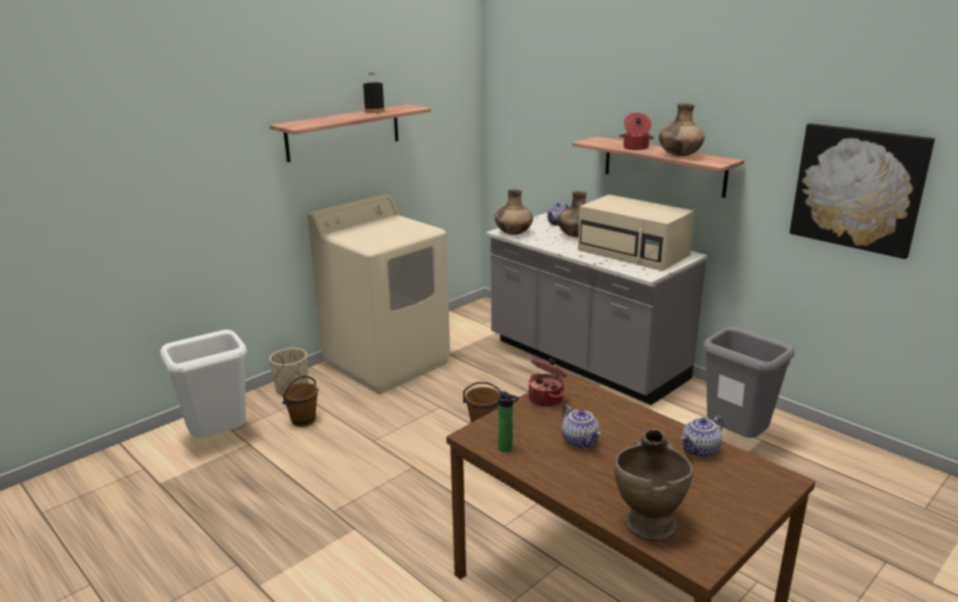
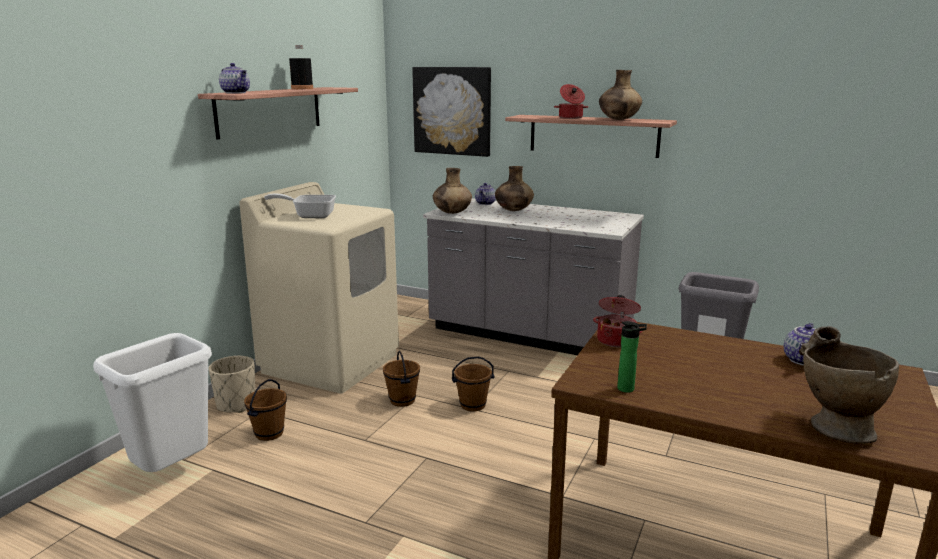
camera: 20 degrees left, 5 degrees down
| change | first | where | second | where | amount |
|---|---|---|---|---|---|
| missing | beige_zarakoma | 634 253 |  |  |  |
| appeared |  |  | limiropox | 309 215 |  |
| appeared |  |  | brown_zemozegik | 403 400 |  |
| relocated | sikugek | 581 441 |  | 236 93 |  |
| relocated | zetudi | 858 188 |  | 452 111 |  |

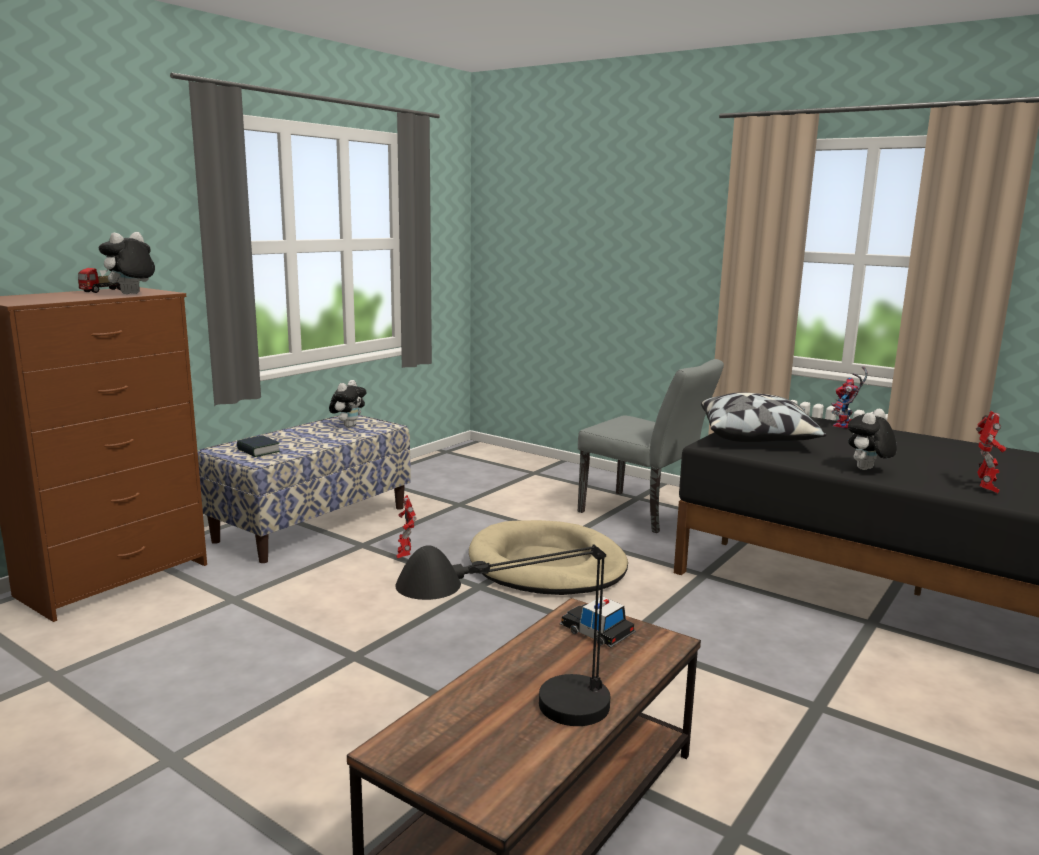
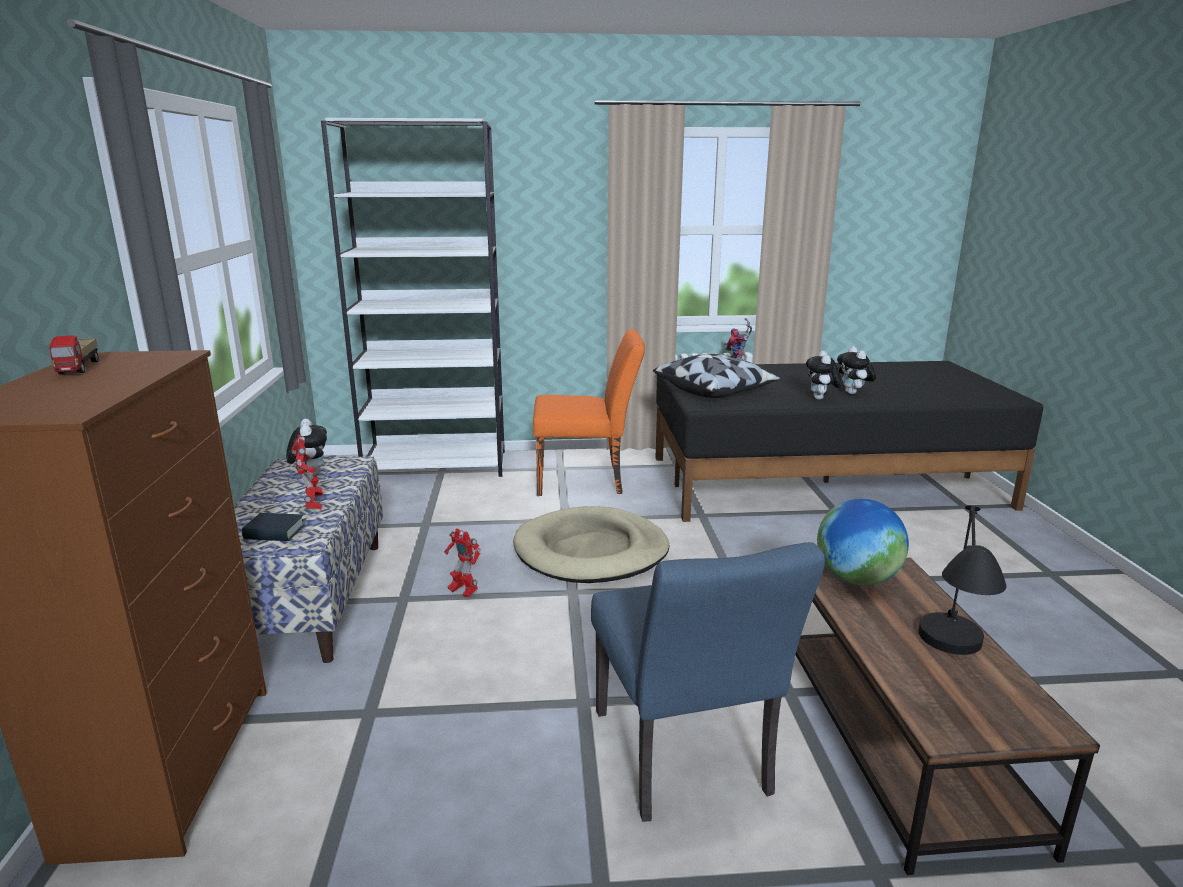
camera: 40 degrees left, 5 degrees up
| change | first | where | second | where | amount |
|---|---|---|---|---|---|
| appeared |  |  | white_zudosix | 437 465 |  |
| appeared |  |  | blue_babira | 685 762 |  |
| relocated | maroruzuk | 131 294 |  | 853 393 |  |
| relocated | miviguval | 985 488 |  | 313 505 |  |
| exchanged | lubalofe | 597 631 | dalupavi | 857 580 |  |
| colour | grey_babira | 643 514 | orange_babira | 587 481 |  |

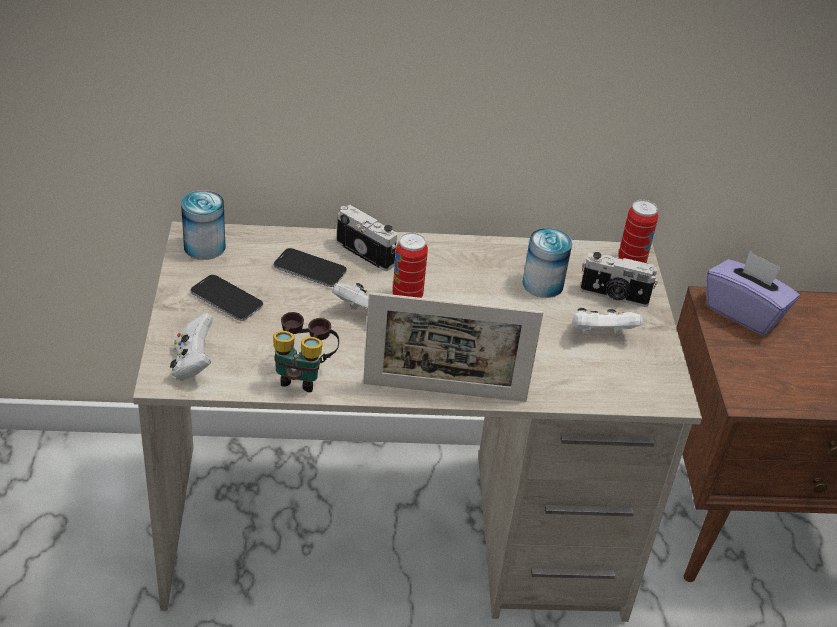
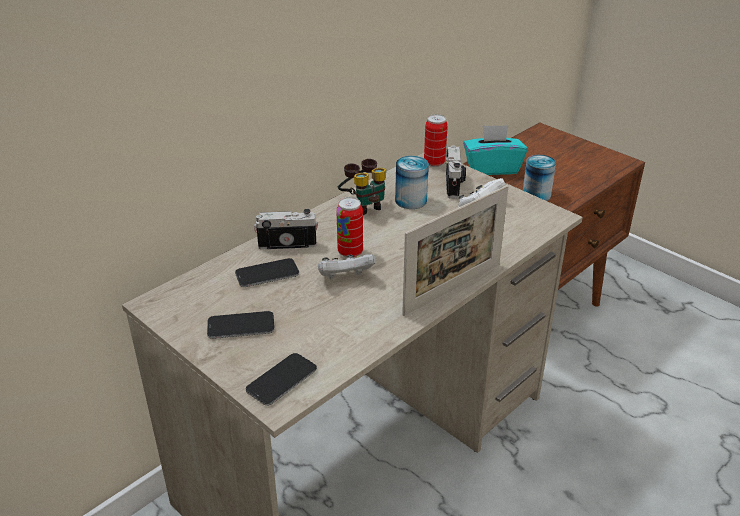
camera: 40 degrees left, 5 degrees down
| change | first | where | second | where | amount |
|---|---|---|---|---|---|
| relocated | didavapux | 204 247 |  | 536 194 |  |
| relocated | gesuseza | 302 374 |  | 364 206 |  |
| exchanged | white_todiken | 193 363 | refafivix | 281 380 |  |
| colour | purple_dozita | 744 312 | turquoise_dozita | 492 168 |  |
| spun | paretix | 614 296 |  | 454 185 | 60 degrees counterclockwise |

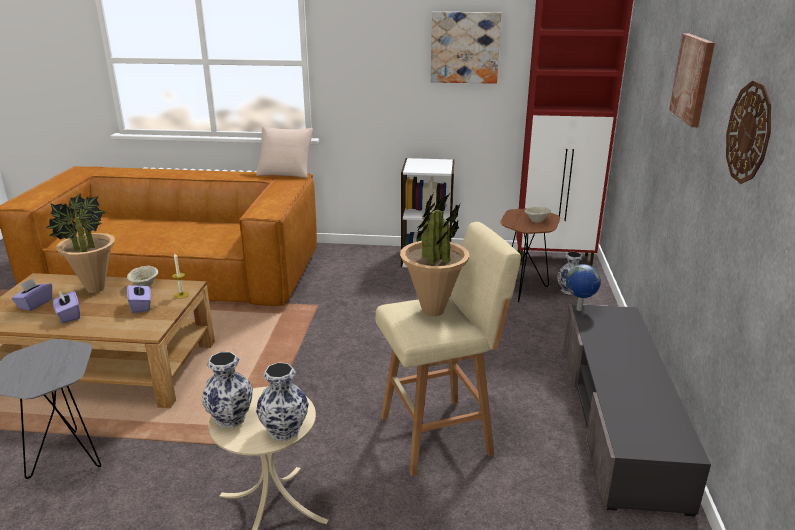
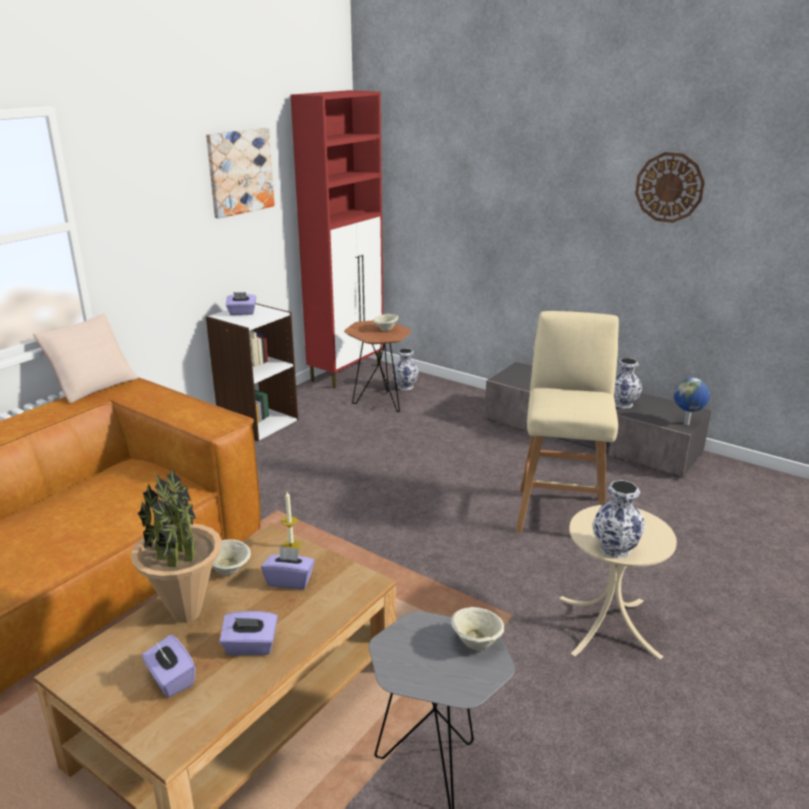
camera: 60 degrees left, 0 degrees up
| change | first | where | second | where | amount |
|---|---|---|---|---|---|
| missing | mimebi | 433 310 |  |  |  |
| missing | zetudi | 693 79 |  |  |  |
| appeared |  |  | purple_dozita | 242 313 |  |
| appeared |  |  | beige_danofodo | 475 643 |  |
| relocated | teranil | 284 430 |  | 622 404 |  |
| relocated | dalupavi | 579 310 |  | 687 424 |  |

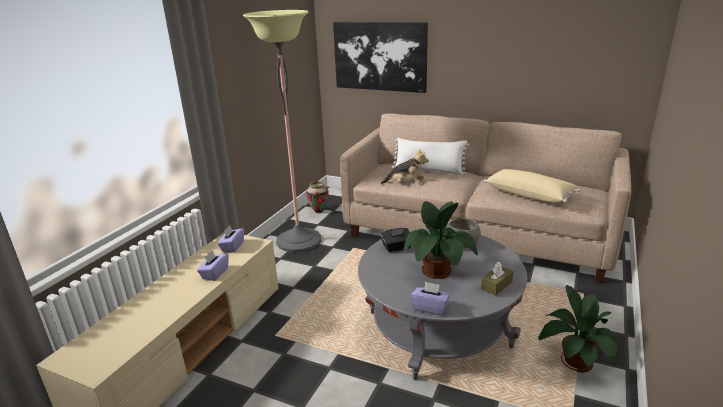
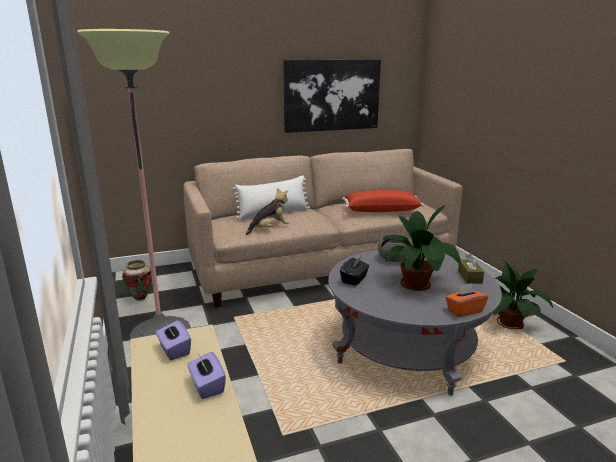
camera: 45 degrees left, 5 degrees down
| change | first | where | second | where | amount |
|---|---|---|---|---|---|
| relocated | zetudi | 380 56 |  | 332 95 |  |
| colour | purple_dozita | 430 308 | orange_dozita | 464 310 |  |
| colour | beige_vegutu | 529 194 | red_vegutu | 381 210 |  |

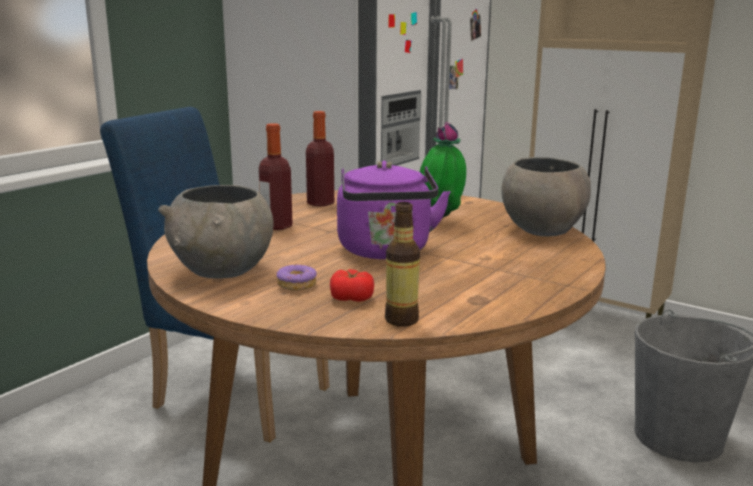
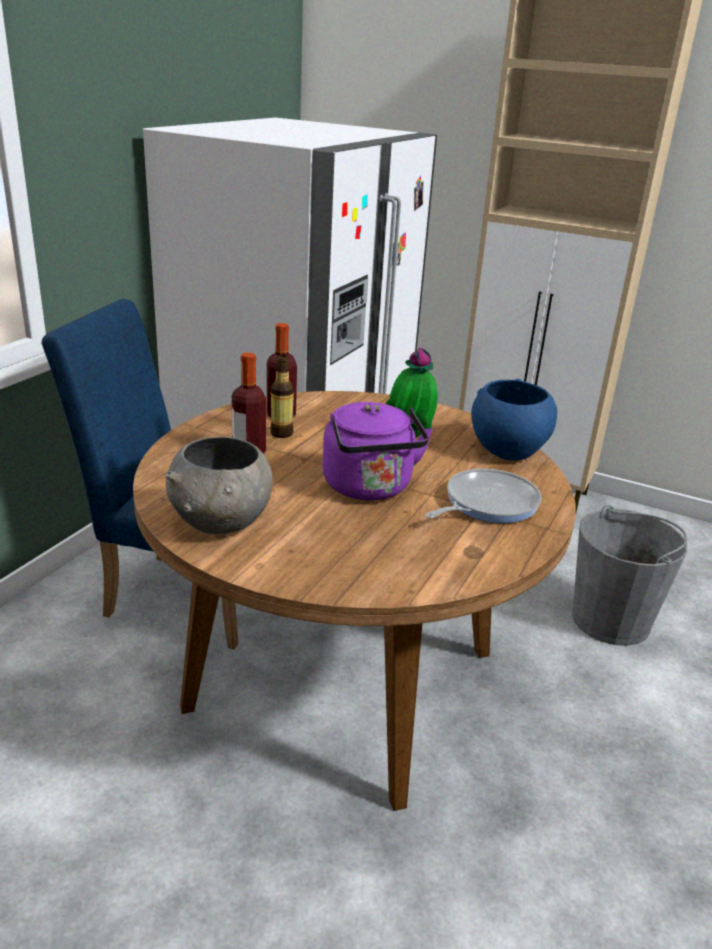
camera: 10 degrees left, 10 degrees up
| change | first | where | second | where | amount |
|---|---|---|---|---|---|
| missing | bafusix | 297 284 |  |  |  |
| missing | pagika | 351 298 |  |  |  |
| appeared |  |  | limiropox | 487 503 |  |
| relocated | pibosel | 401 320 |  | 281 433 |  |
| colour | grey_danofodo | 541 230 | blue_danofodo | 507 451 |  |

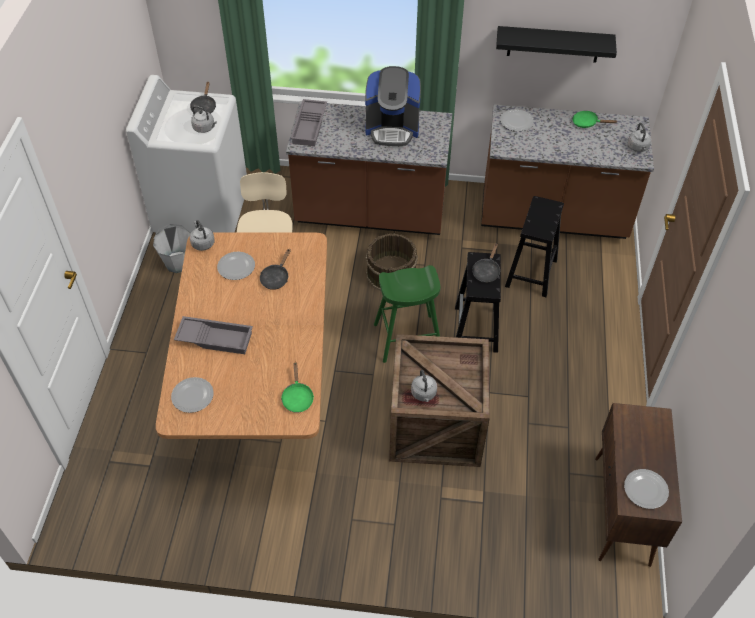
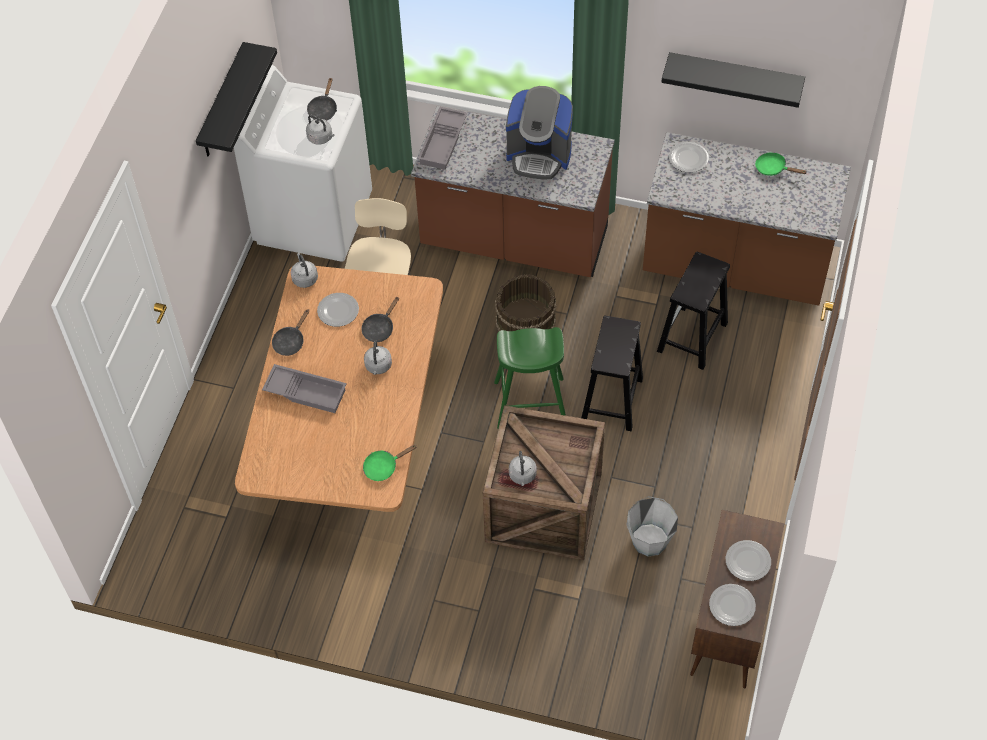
camera: 10 degrees right, 5 degrees up
| change | first | where | second | where | amount |
|---|---|---|---|---|---|
| appeared |  |  | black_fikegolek | 222 103 |  |
| relocated | grey_zemozegik | 178 262 |  | 649 540 |  |
| relocated | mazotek | 192 396 |  | 747 562 |  |
| relocated | black_limiropox | 486 271 |  | 290 341 |  |
| relocated | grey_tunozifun | 638 148 |  | 378 367 |  |
| spun | green_limiropox | 297 397 |  | 383 467 | 60 degrees clockwise |

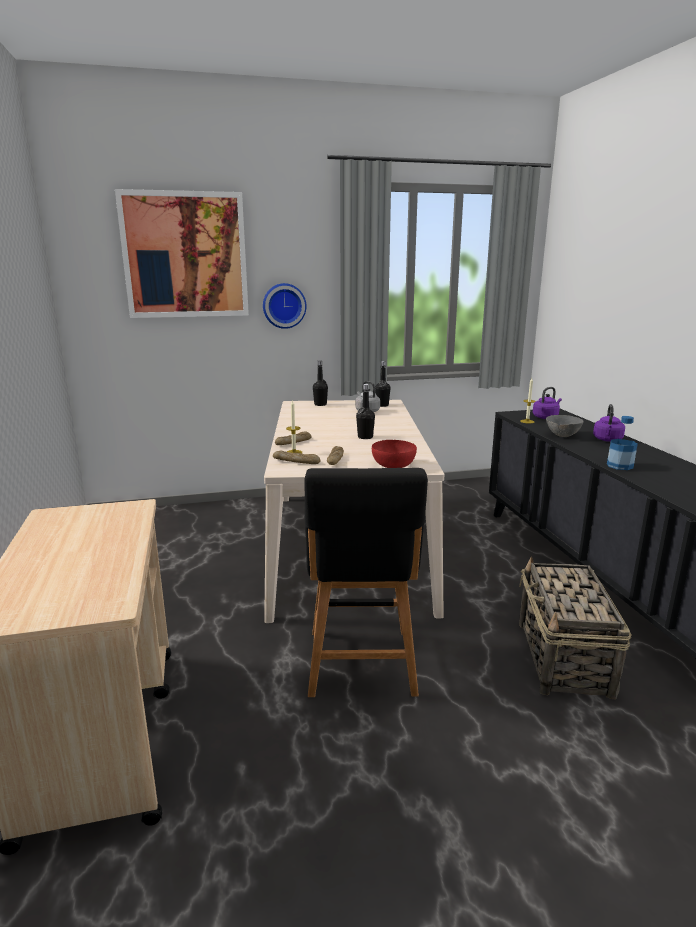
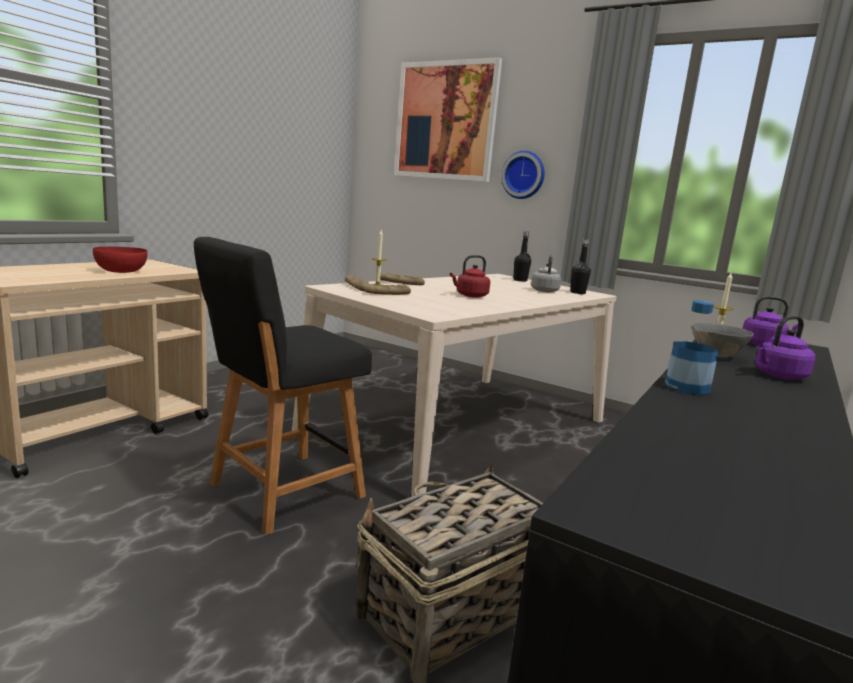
camera: 45 degrees right, 5 degrees down
| change | first | where | second | where | amount |
|---|---|---|---|---|---|
| relocated | red_danofodo | 393 465 |  | 121 271 |  |
| exchanged | black_pibosel | 365 437 | red_tunozifun | 470 296 |  |

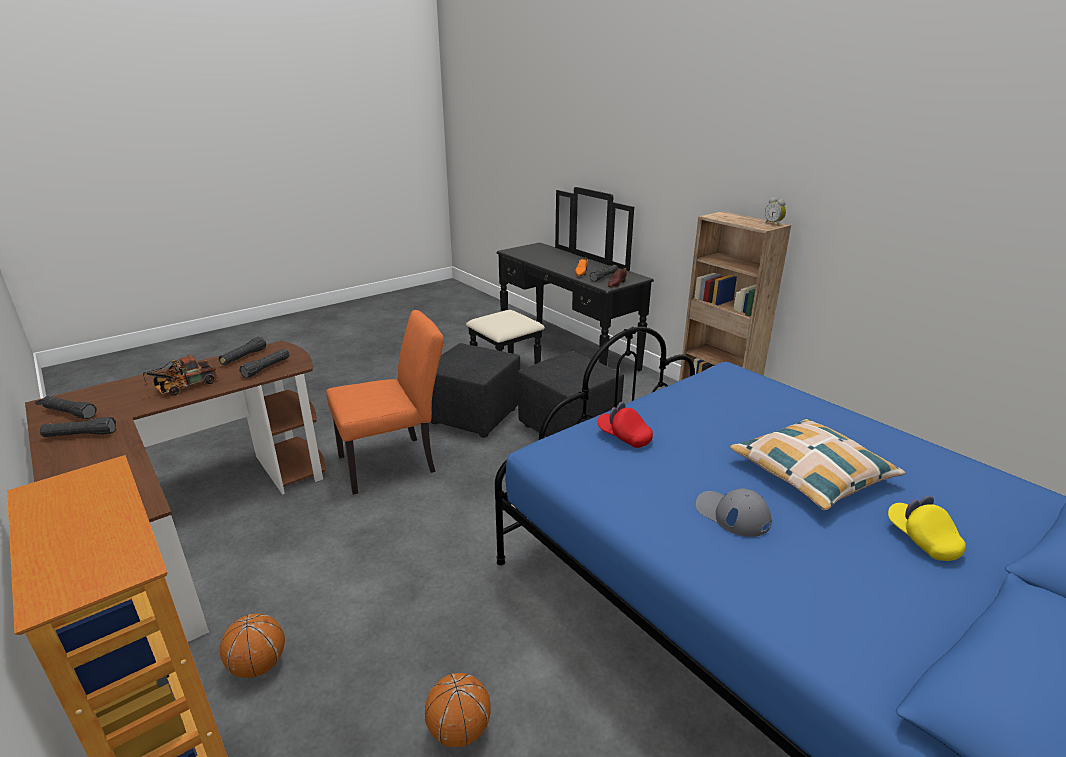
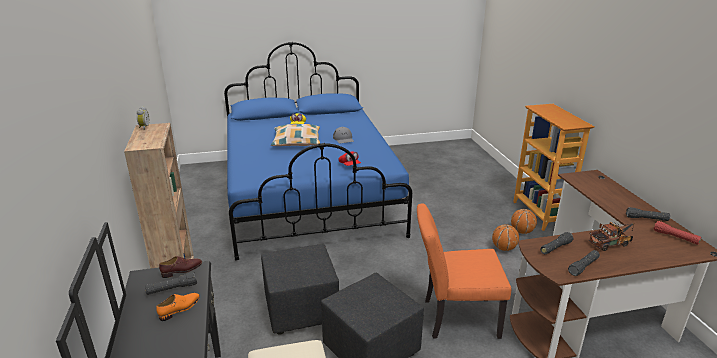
camera: 155 degrees left, 0 degrees up
| change | first | where | second | where | amount |
|---|---|---|---|---|---|
| relocated | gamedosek | 459 730 |  | 503 248 |  |
| colour | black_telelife | 70 413 | red_telelife | 675 237 |  |

